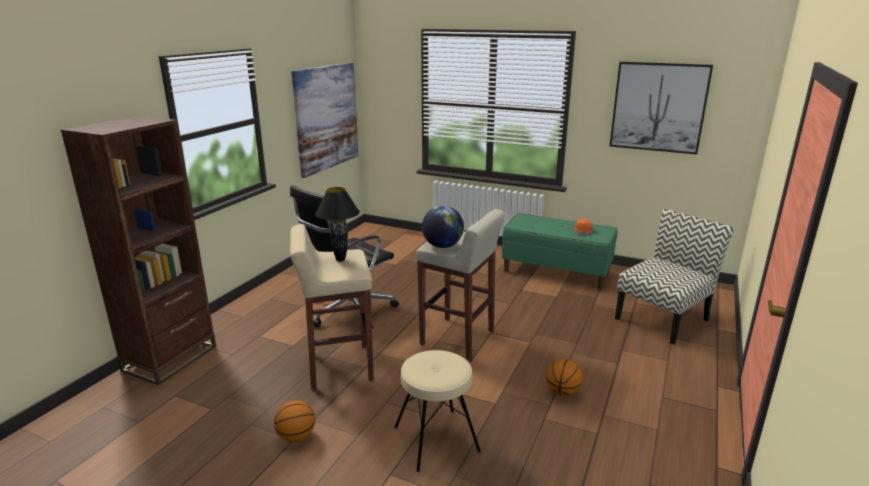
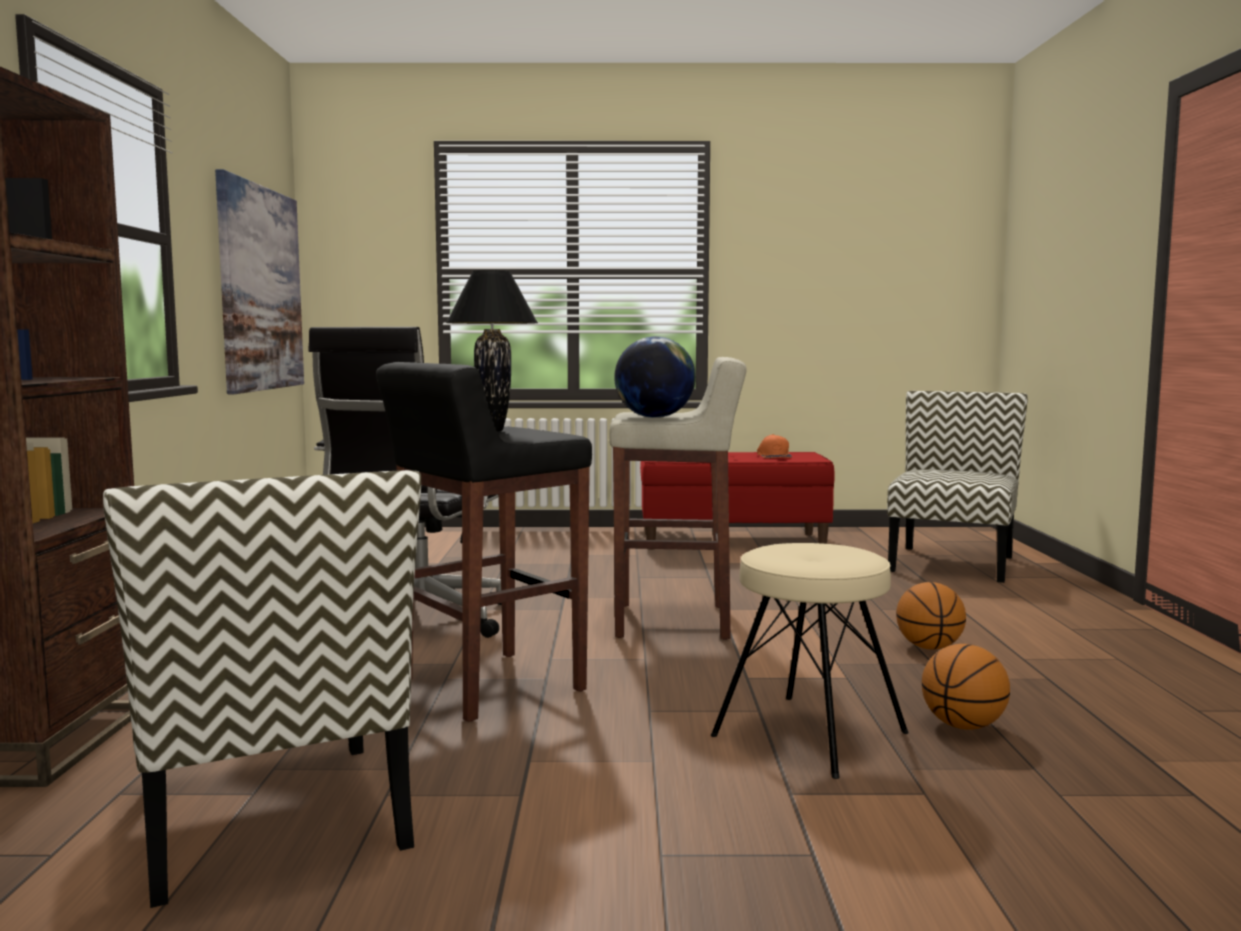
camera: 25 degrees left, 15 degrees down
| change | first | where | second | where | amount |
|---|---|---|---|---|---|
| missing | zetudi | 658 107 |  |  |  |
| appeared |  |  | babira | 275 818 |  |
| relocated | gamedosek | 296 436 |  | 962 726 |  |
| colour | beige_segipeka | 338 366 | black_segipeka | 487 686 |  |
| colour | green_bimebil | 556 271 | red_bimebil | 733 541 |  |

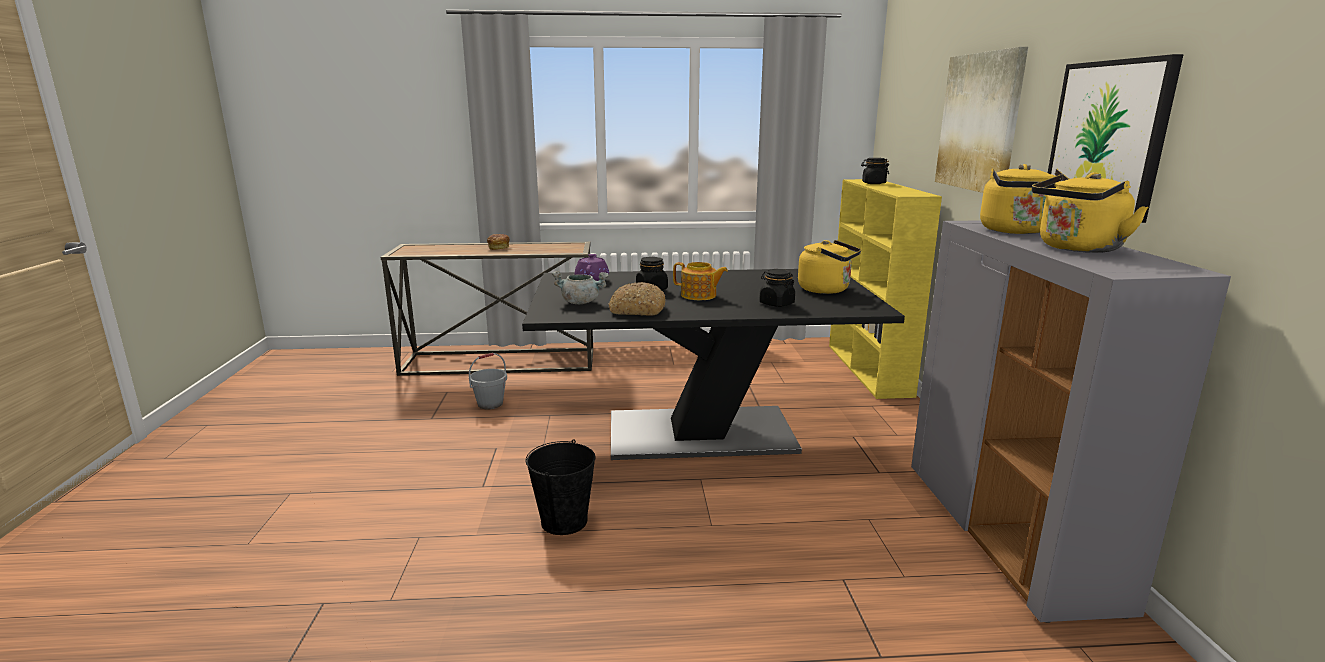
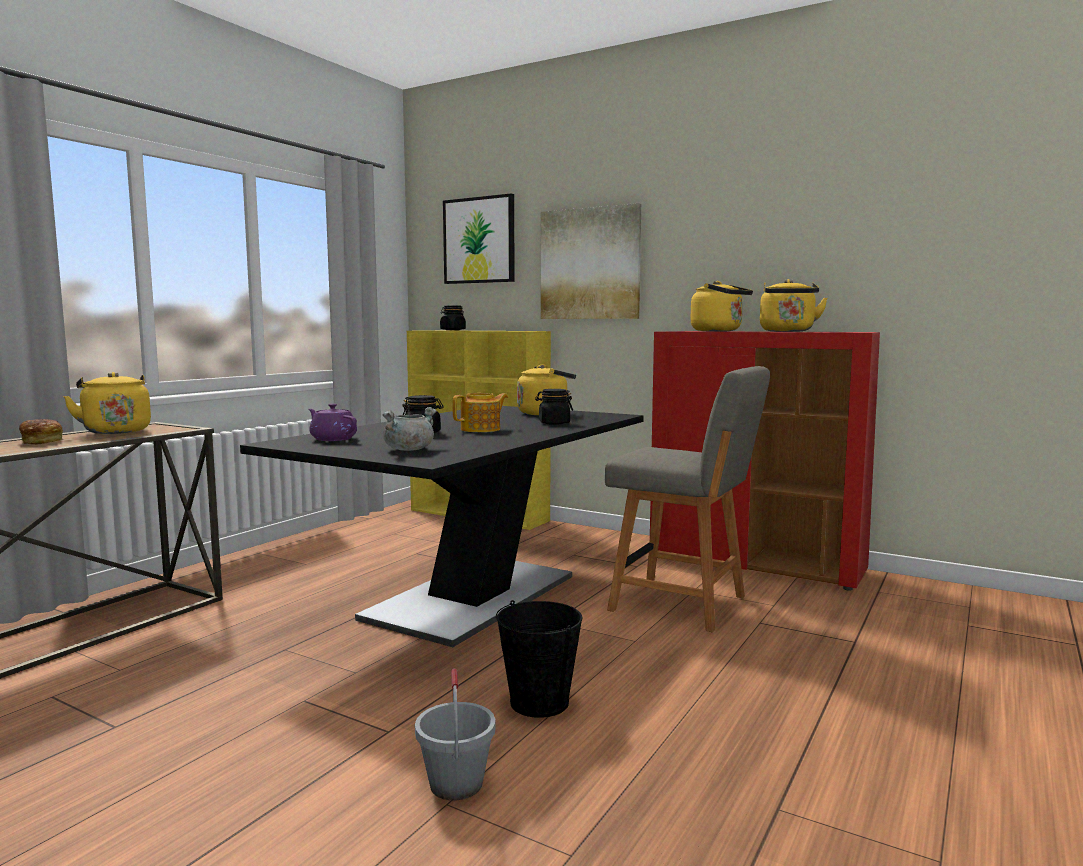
camera: 55 degrees left, 10 degrees down
| change | first | where | second | where | amount |
|---|---|---|---|---|---|
| missing | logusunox | 637 310 |  |  |  |
| appeared |  |  | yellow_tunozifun | 115 431 |  |
| appeared |  |  | grey_babira | 683 604 |  |
| relocated | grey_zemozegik | 490 404 |  | 455 784 |  |
| relocated | zetudi | 1108 138 |  | 479 240 |  |
| colour | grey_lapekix | 1008 535 | red_lapekix | 756 565 |  |

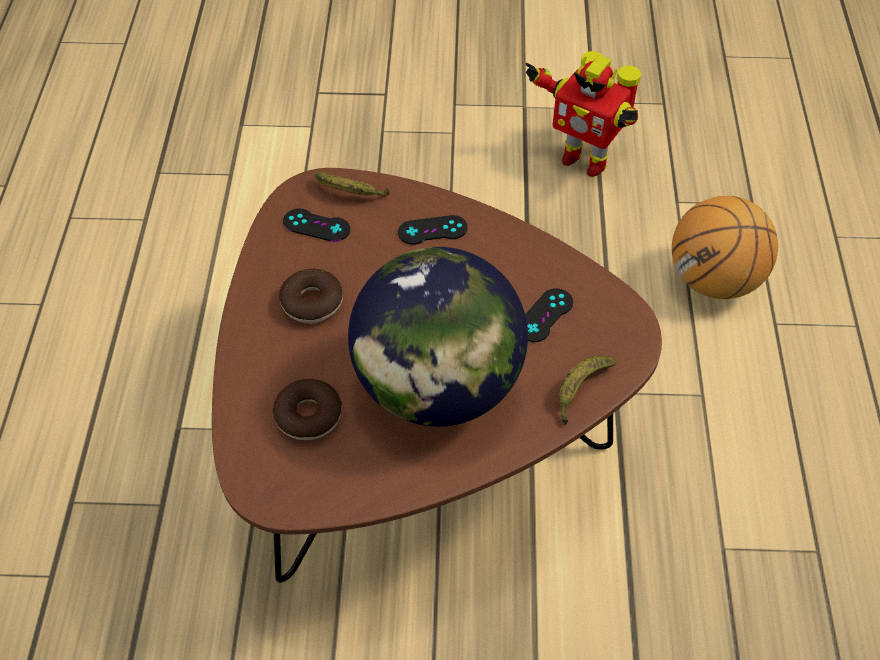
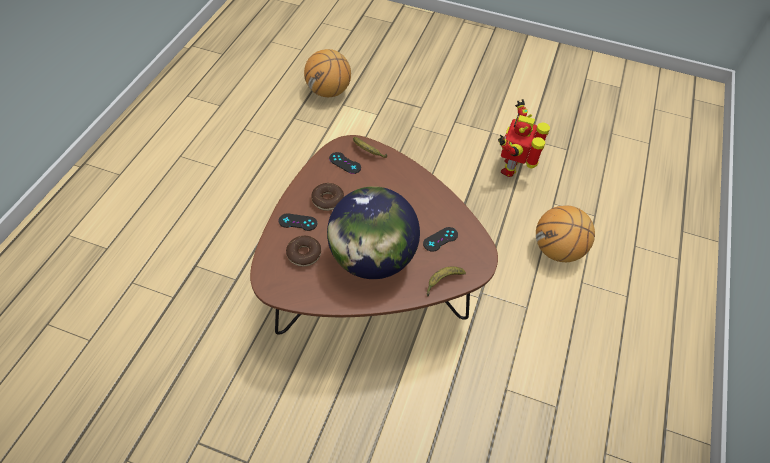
camera: 15 degrees right, 0 degrees up
| change | first | where | second | where | amount |
|---|---|---|---|---|---|
| appeared |  |  | gamedosek | 328 91 |  |
| relocated | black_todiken | 432 230 |  | 298 222 |  |
| spun | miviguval | 584 159 |  | 512 168 | 60 degrees clockwise |

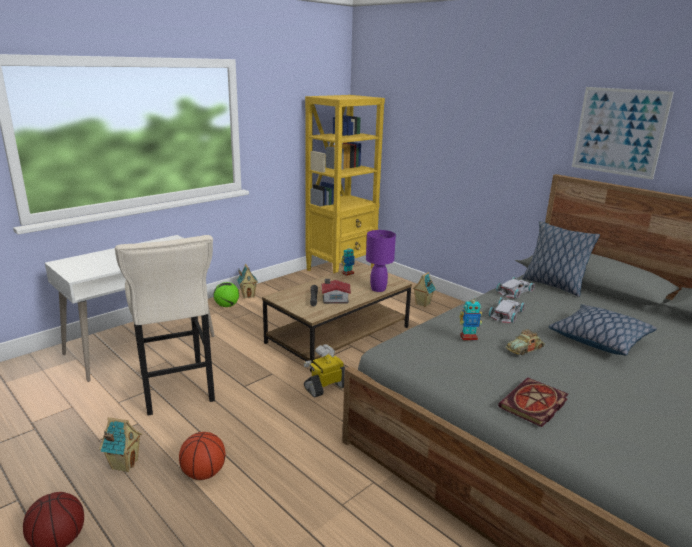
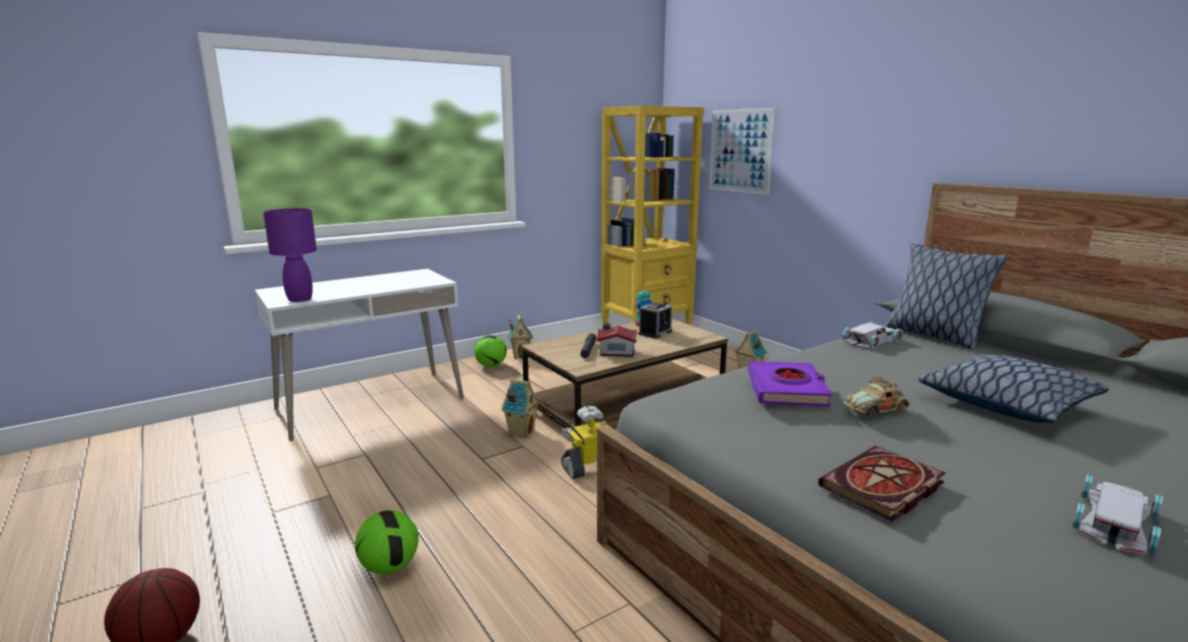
camera: 10 degrees right, 5 degrees down
| change | first | where | second | where | amount |
|---|---|---|---|---|---|
| missing | beige_segipeka | 176 390 |  |  |  |
| appeared |  |  | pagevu | 655 332 |  |
| relocated | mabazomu | 124 464 |  | 521 431 |  |
| relocated | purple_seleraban | 378 289 |  | 300 299 |  |
| relocated | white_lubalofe | 507 313 |  | 1117 522 |  |
| relocated | zetudi | 619 132 |  | 740 151 |  |
| exchanged | gamedosek | 204 473 | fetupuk | 390 567 |  |
| exchanged | miviguval | 468 337 | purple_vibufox | 786 390 |  |

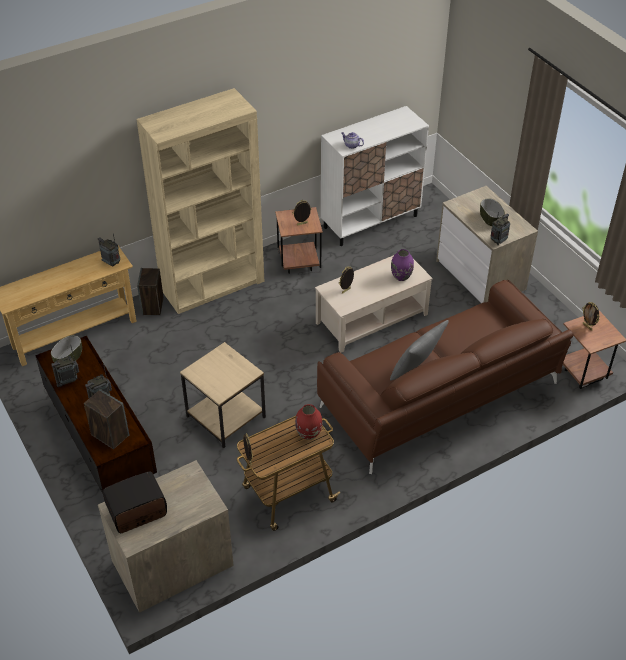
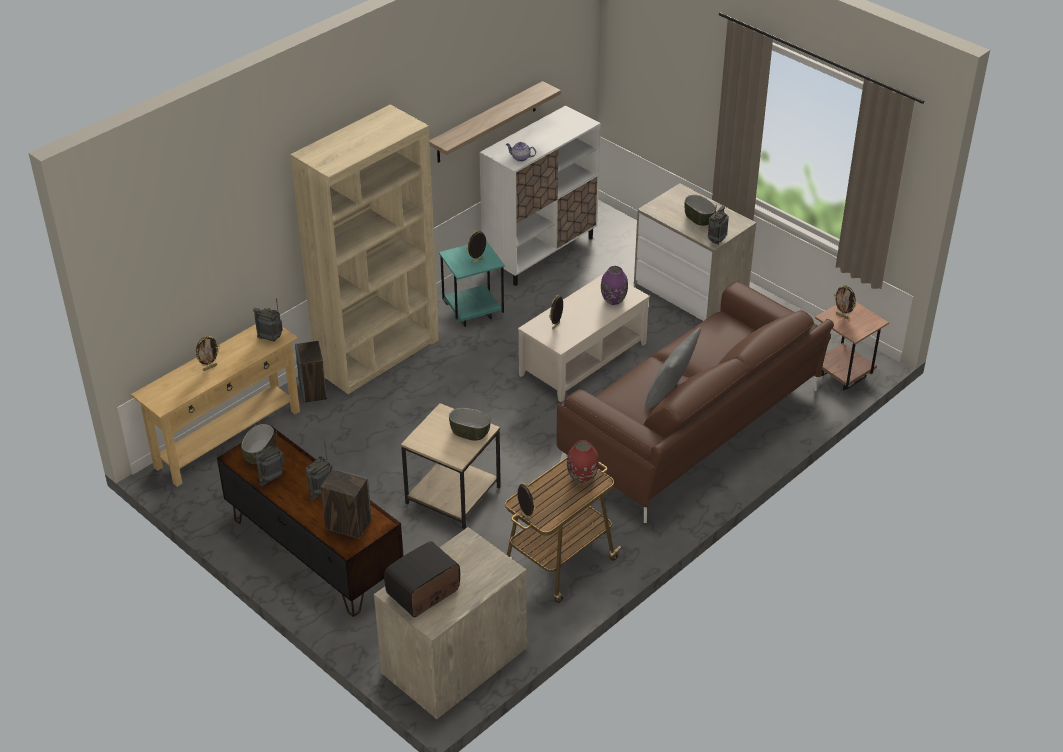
camera: 15 degrees left, 5 degrees down
| change | first | where | second | where | amount |
|---|---|---|---|---|---|
| appeared |  |  | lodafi | 209 367 |  |
| appeared |  |  | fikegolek | 487 123 |  |
| appeared |  |  | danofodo | 469 432 |  |
| colour | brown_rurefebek | 299 264 | turquoise_rurefebek | 473 314 |  |

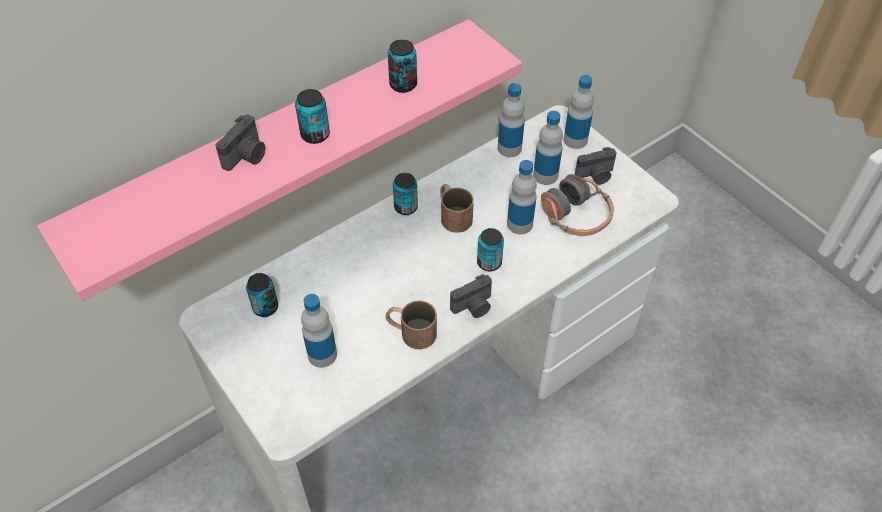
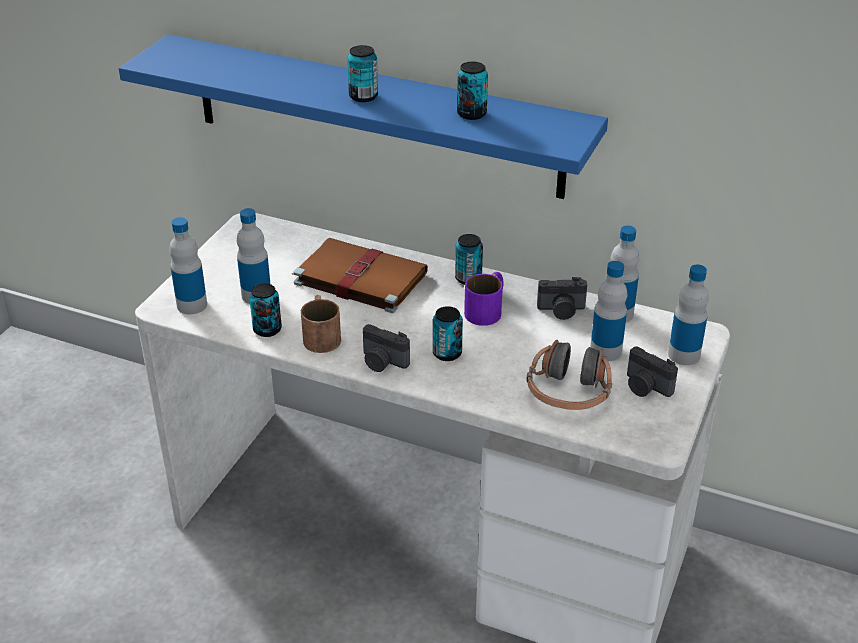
camera: 60 degrees right, 15 degrees down
| change | first | where | second | where | amount |
|---|---|---|---|---|---|
| appeared |  |  | brown_vibufox | 358 278 |  |
| relocated | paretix | 246 156 |  | 561 311 |  |
| relocated | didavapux | 265 307 |  | 267 329 |  |
| relocated | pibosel | 519 224 |  | 192 305 |  |
| colour | pink_fikegolek | 281 145 | blue_fikegolek | 375 116 |  |
| colour | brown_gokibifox | 452 214 | purple_gokibifox | 487 309 |  |

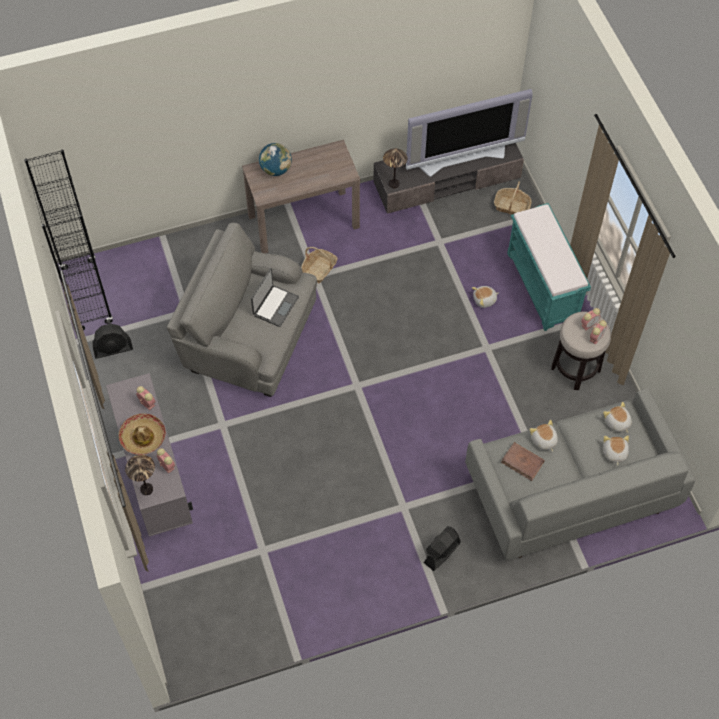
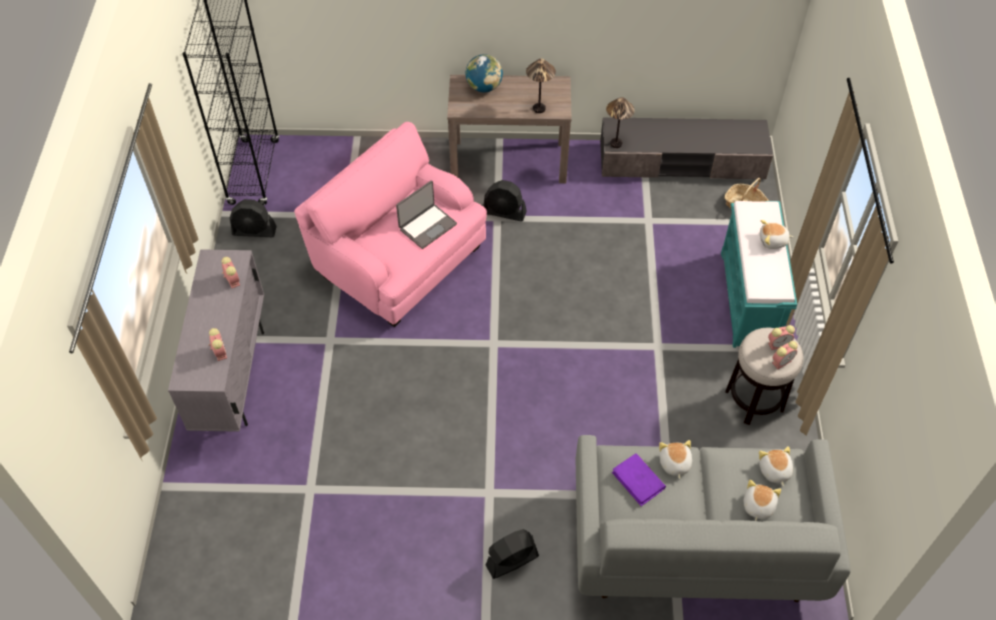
camera: 20 degrees right, 5 degrees down
| change | first | where | second | where | amount |
|---|---|---|---|---|---|
| missing | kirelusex | 143 437 |  |  |  |
| missing | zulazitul | 462 156 |  |  |  |
| relocated | seleraban | 147 489 |  | 539 108 |  |
| relocated | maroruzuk | 485 300 |  | 773 241 |  |
| exchanged | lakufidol | 319 269 | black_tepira | 504 212 |  |
| colour | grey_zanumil | 248 337 | pink_zanumil | 398 259 |  |
| colour | brown_vibufox | 522 462 | purple_vibufox | 638 481 |  |

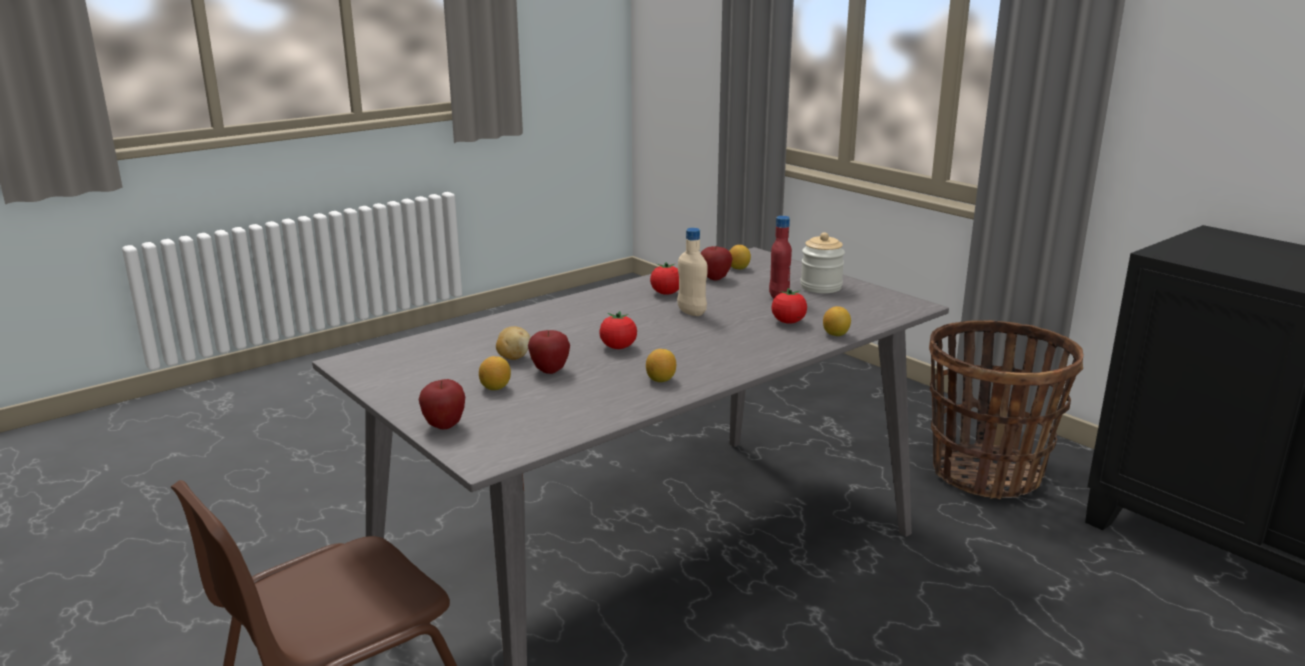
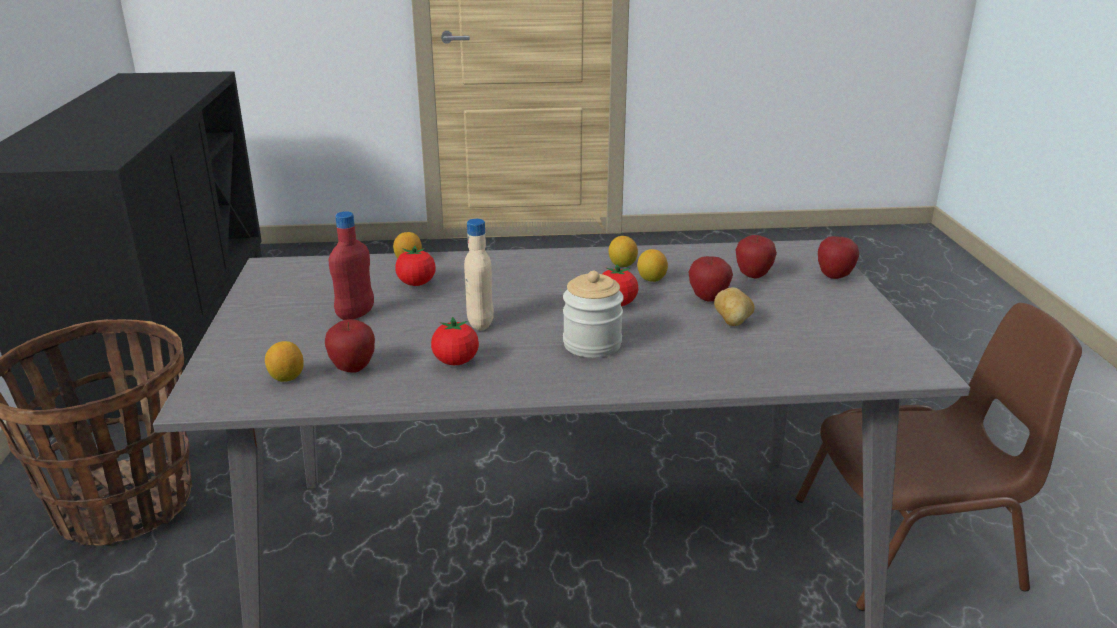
camera: 145 degrees left, 5 degrees up
| change | first | where | second | where | amount |
|---|---|---|---|---|---|
| appeared |  |  | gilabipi | 753 275 |  |
| relocated | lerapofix | 495 388 |  | 651 279 |  |
| relocated | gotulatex | 821 287 |  | 592 344 |  |

